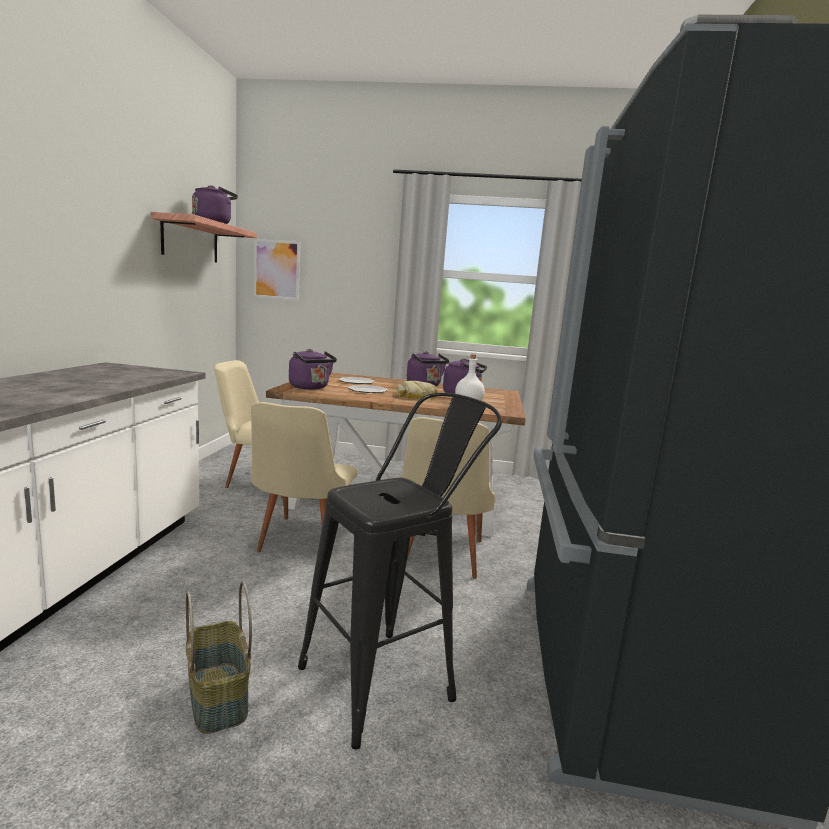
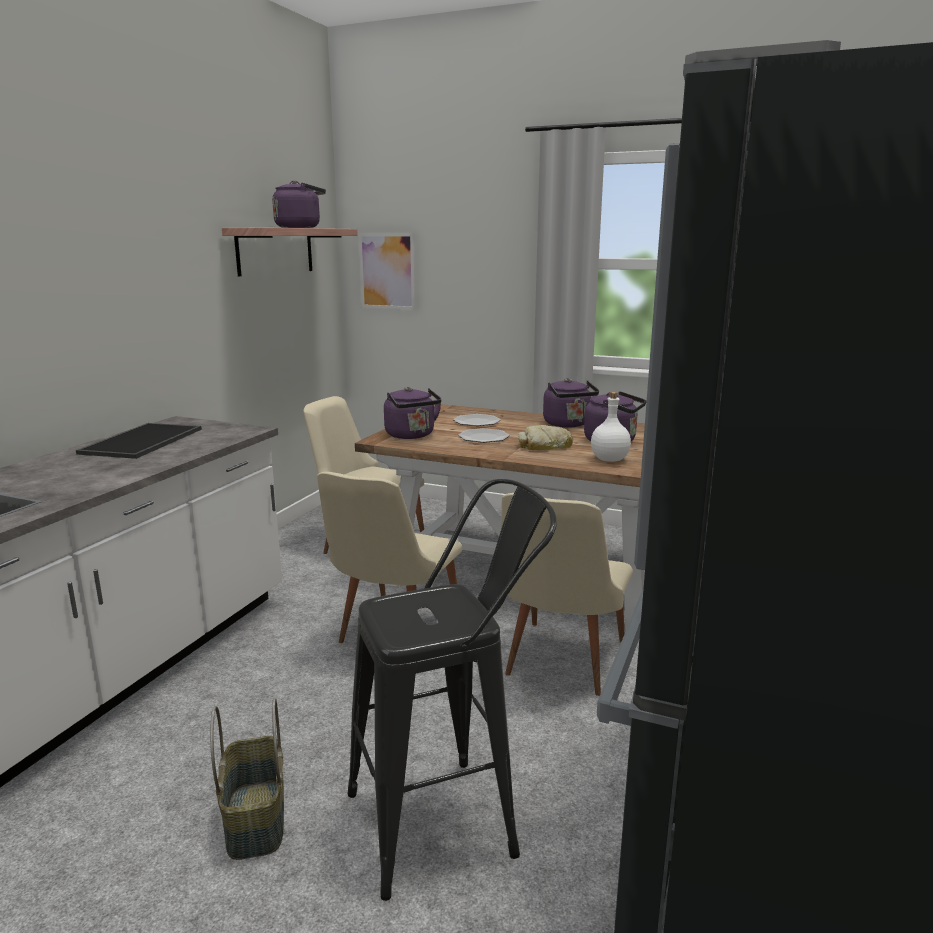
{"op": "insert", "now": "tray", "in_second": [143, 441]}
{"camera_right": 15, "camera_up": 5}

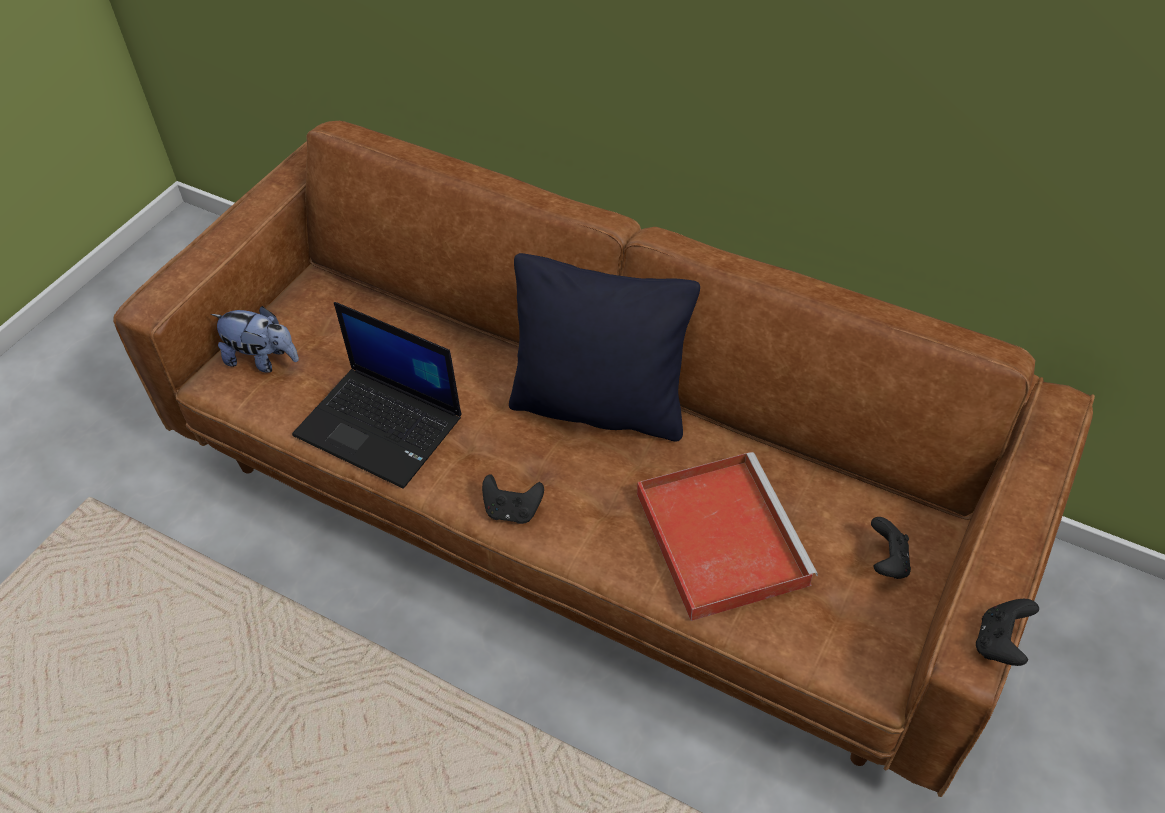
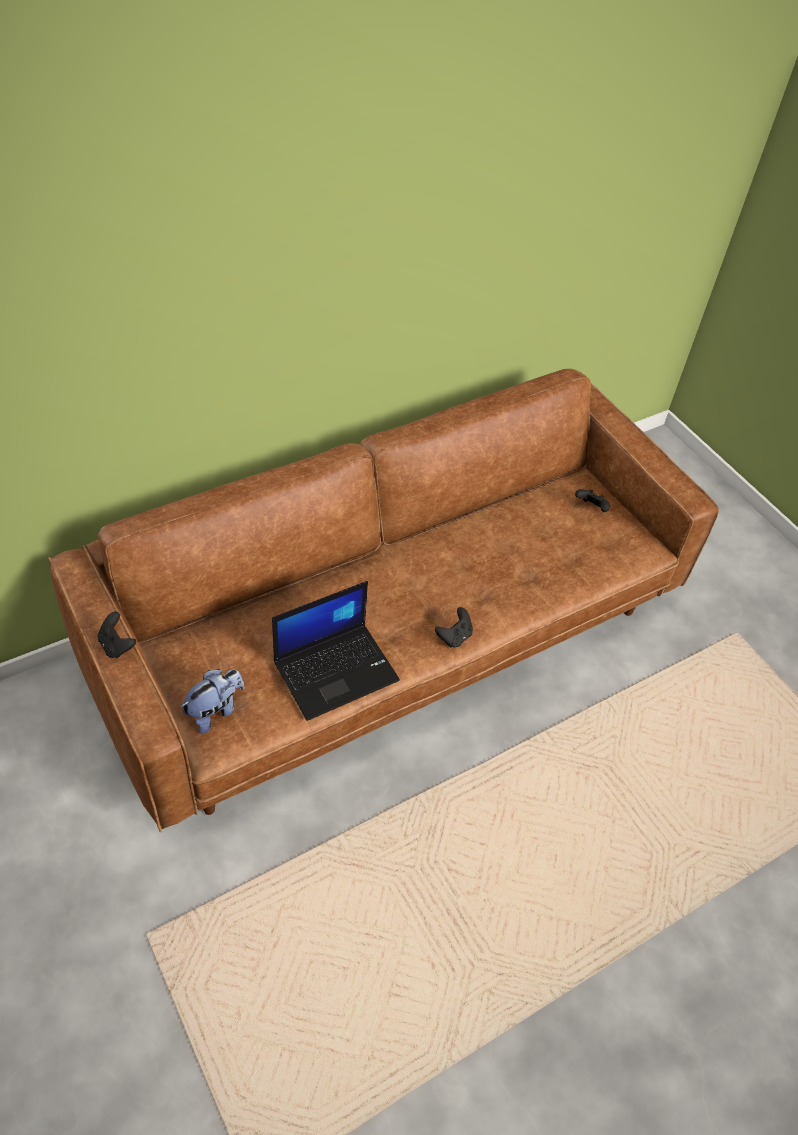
{"op": "move", "was": "black game controller", "in_first": [999, 643], "in_second": [117, 645]}
{"op": "delete", "was": "black pillow", "in_first": [600, 406]}
{"op": "delete", "was": "red tray", "in_first": [718, 535]}
{"camera_right": -65, "camera_up": 0}

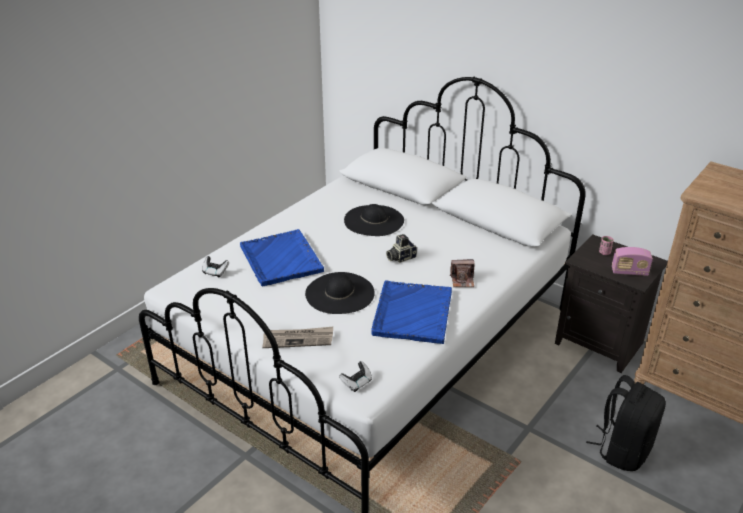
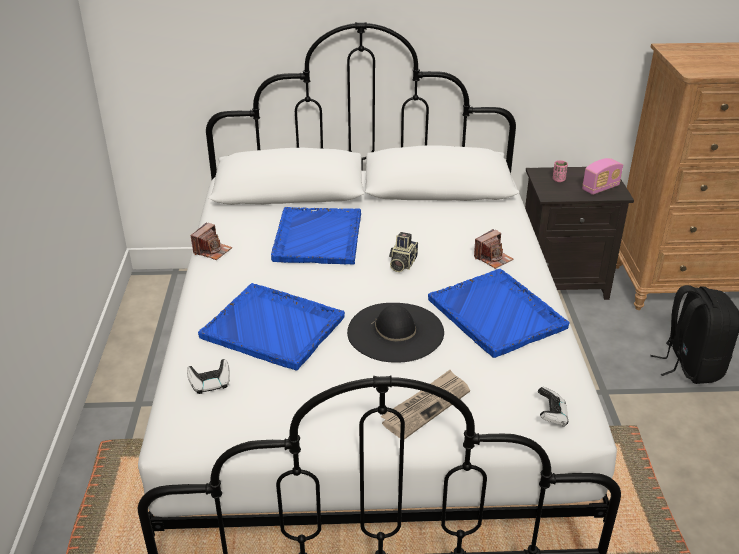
{"op": "insert", "now": "photo camera", "in_second": [212, 251]}
{"op": "replace", "was": "black hat", "now": "blue tray", "in_first": [374, 220], "in_second": [317, 238]}
{"camera_right": -40, "camera_up": 0}

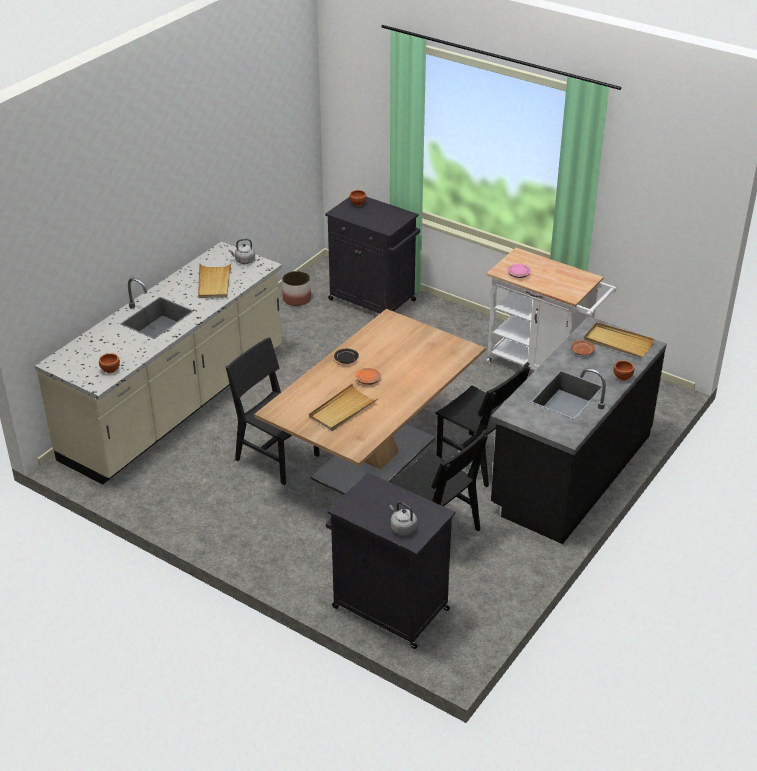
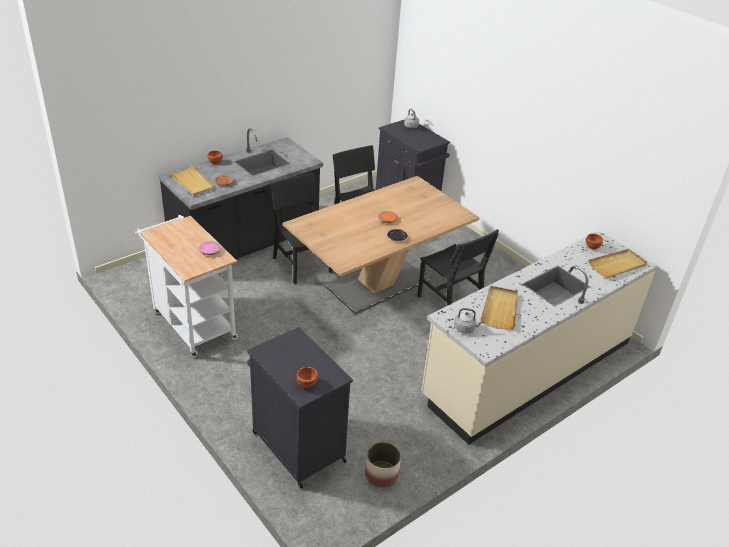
{"op": "move", "was": "beige tray", "in_first": [342, 410], "in_second": [617, 265]}
{"camera_right": -165, "camera_up": 0}

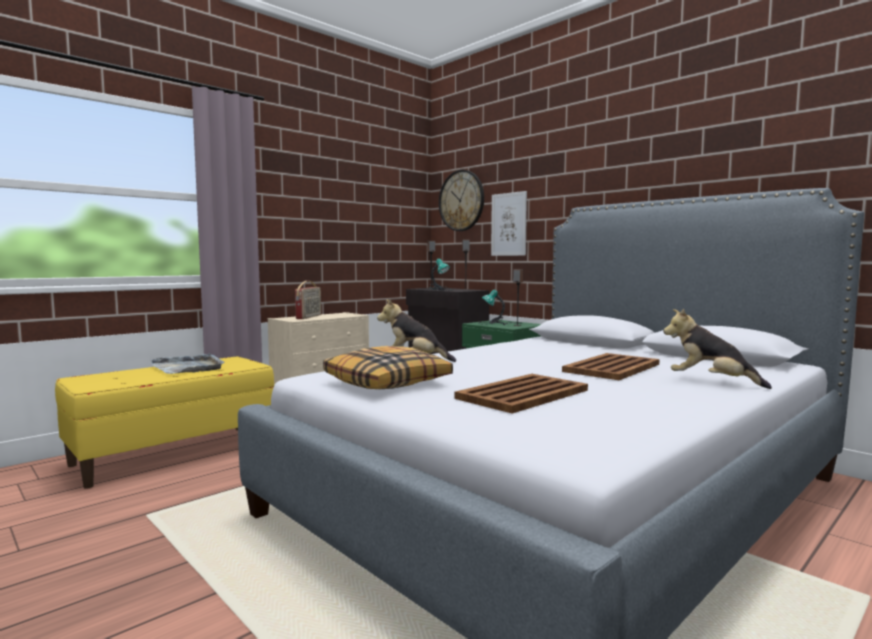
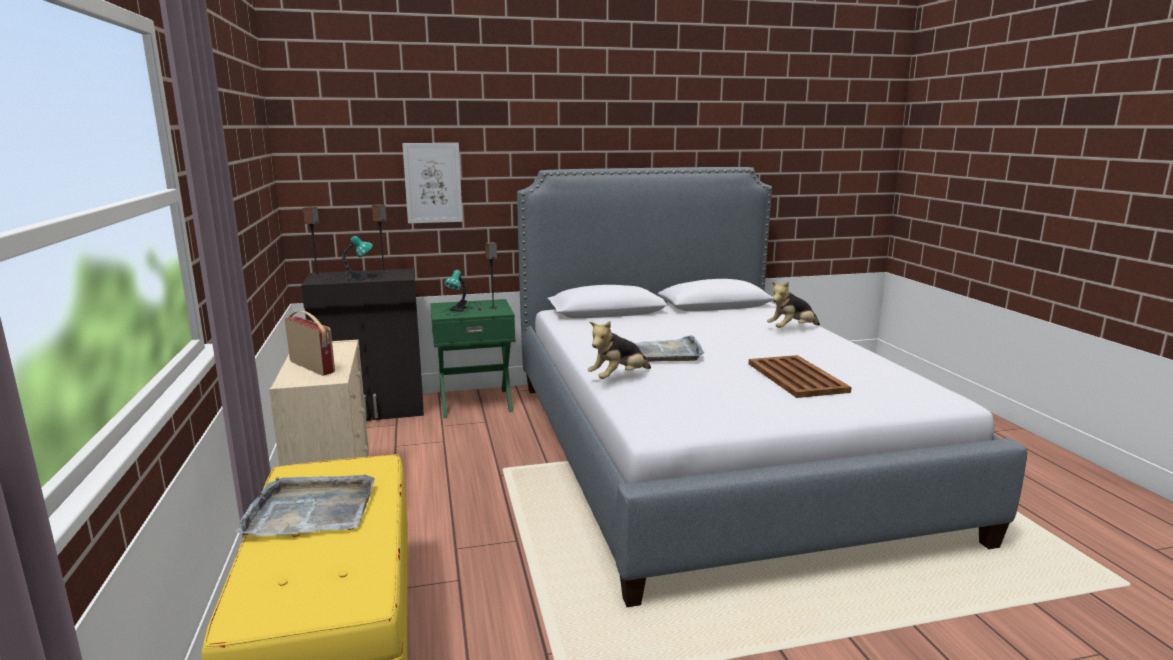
{"op": "insert", "now": "grey tray", "in_second": [664, 353]}
{"op": "delete", "was": "pillow", "in_first": [387, 382]}
{"op": "delete", "was": "wall clock", "in_first": [461, 200]}
{"op": "delete", "was": "brown tray", "in_first": [613, 368]}
{"camera_right": -60, "camera_up": 10}

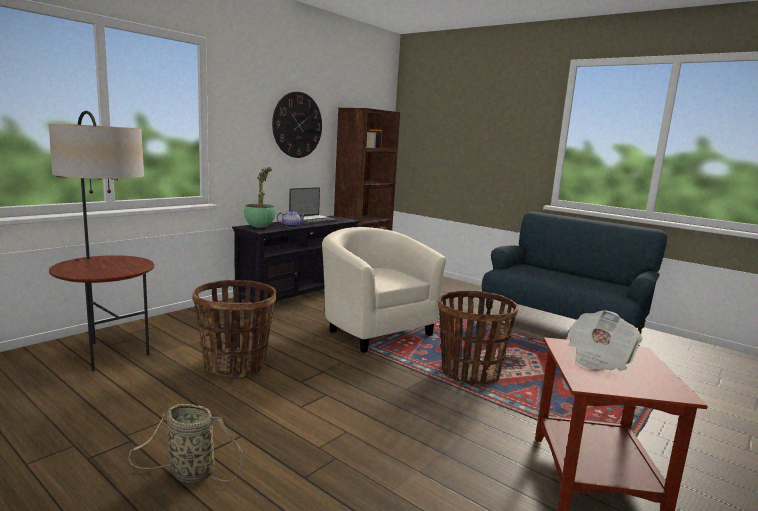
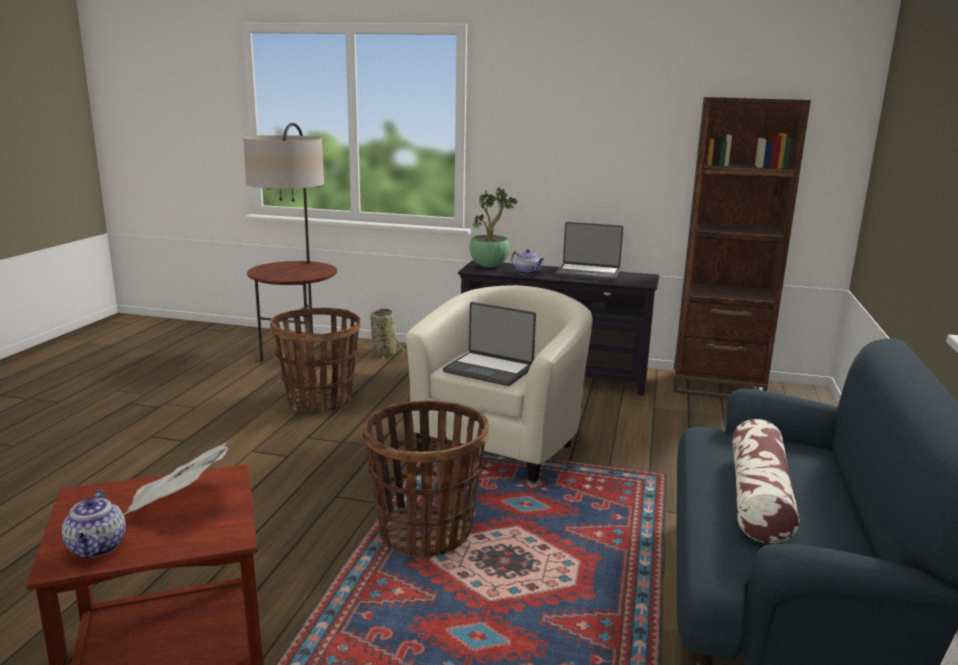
{"op": "insert", "now": "teapot", "in_second": [97, 548]}
{"op": "move", "was": "basket", "in_first": [189, 473], "in_second": [384, 352]}
{"op": "insert", "now": "laptop", "in_second": [489, 370]}
{"op": "insert", "now": "pillow", "in_second": [758, 497]}
{"op": "delete", "was": "wall clock", "in_first": [297, 125]}
{"camera_right": 65, "camera_up": 5}

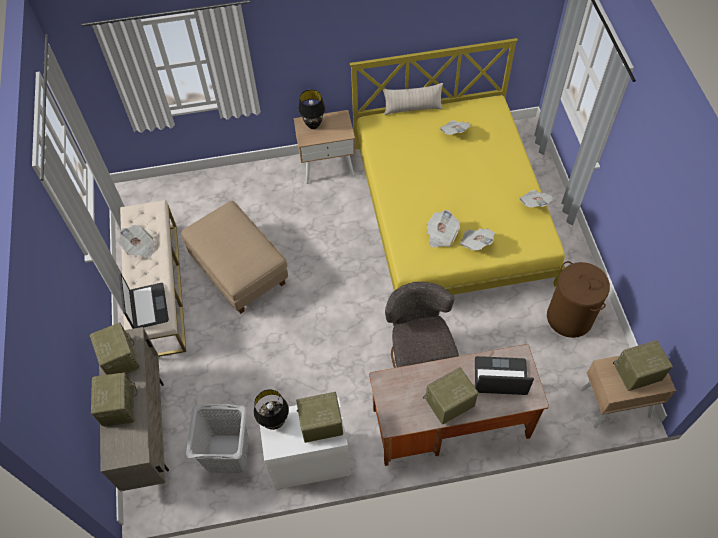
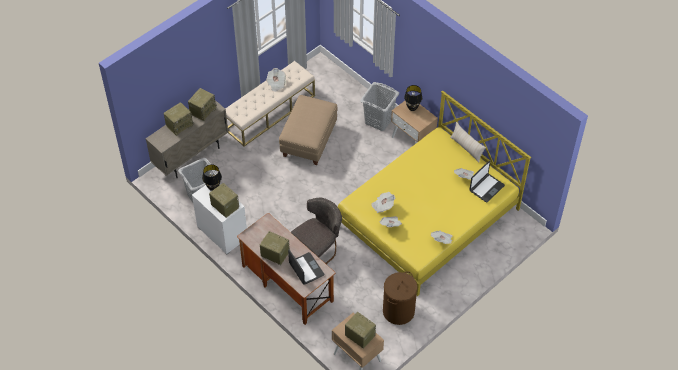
{"op": "insert", "now": "grey laundry basket", "in_second": [379, 120]}
{"op": "move", "was": "laptop", "in_first": [147, 306], "in_second": [486, 188]}
{"camera_right": 55, "camera_up": -5}

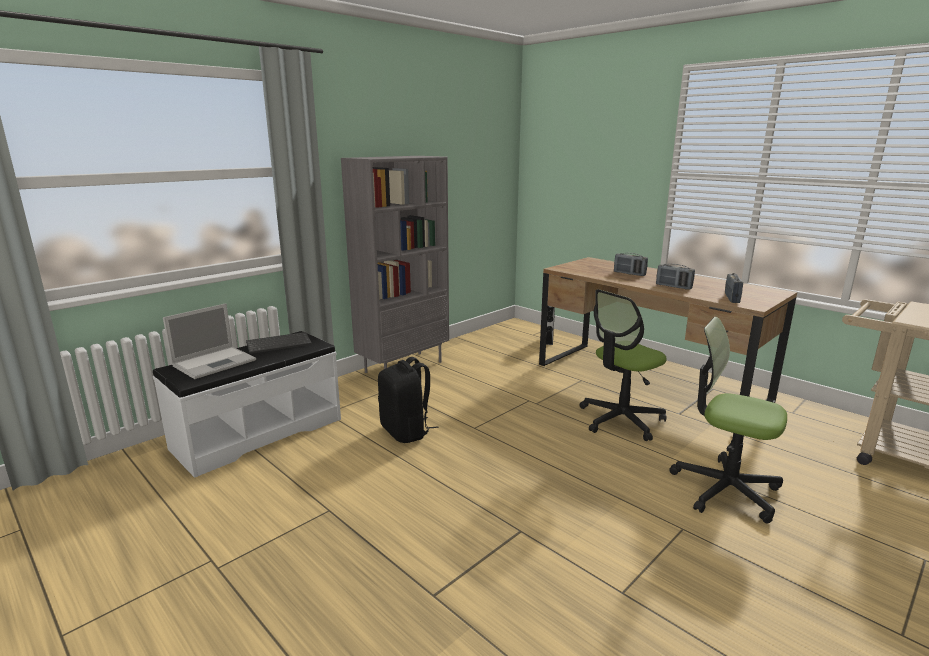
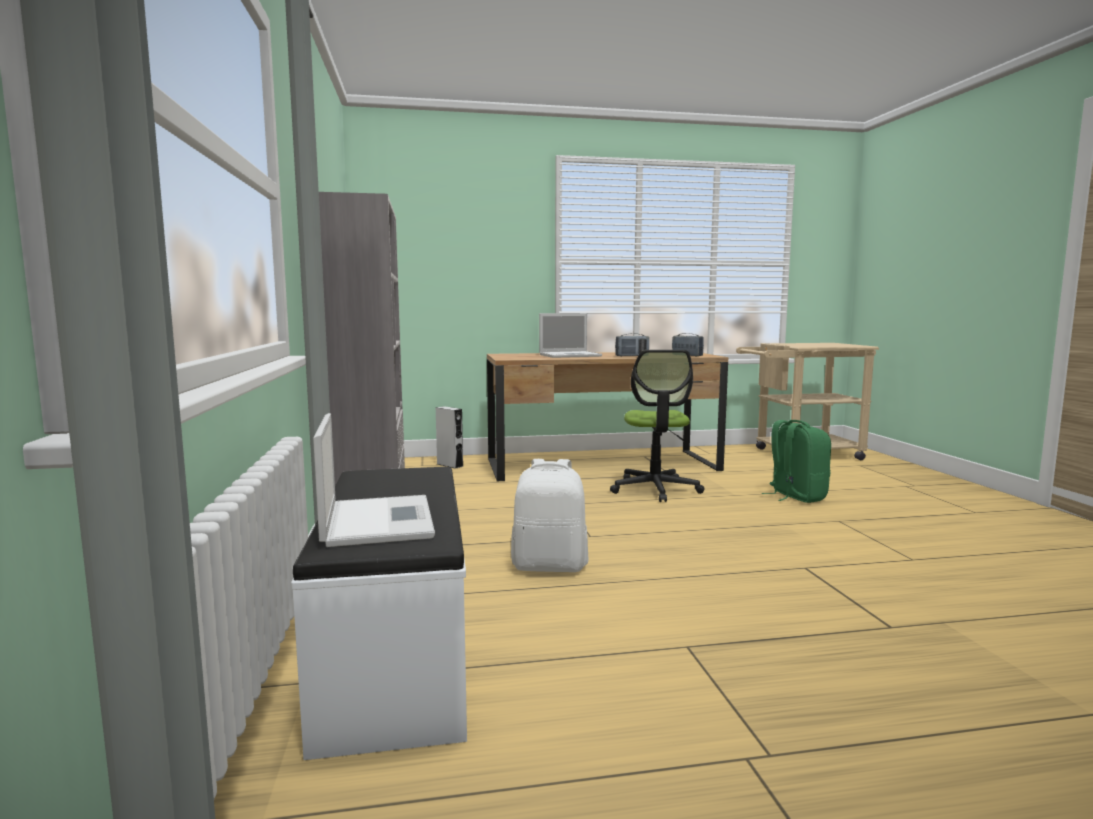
{"op": "recolor", "was": "black backpack", "now": "white backpack", "in_first": [406, 432], "in_second": [550, 566]}
{"op": "replace", "was": "radio", "now": "laptop", "in_first": [629, 274], "in_second": [571, 355]}
{"op": "replace", "was": "office chair", "now": "green backpack", "in_first": [725, 489], "in_second": [795, 496]}
{"op": "delete", "was": "keyboard", "in_first": [279, 344]}
{"camera_right": -55, "camera_up": -10}

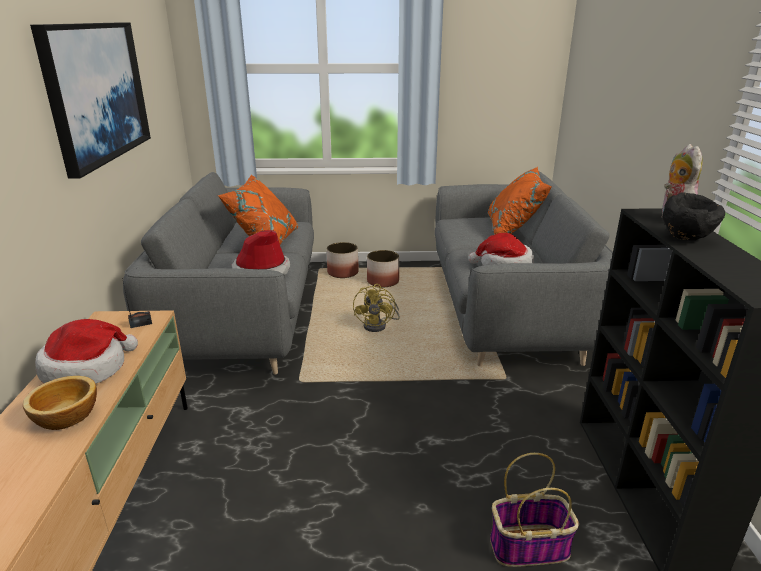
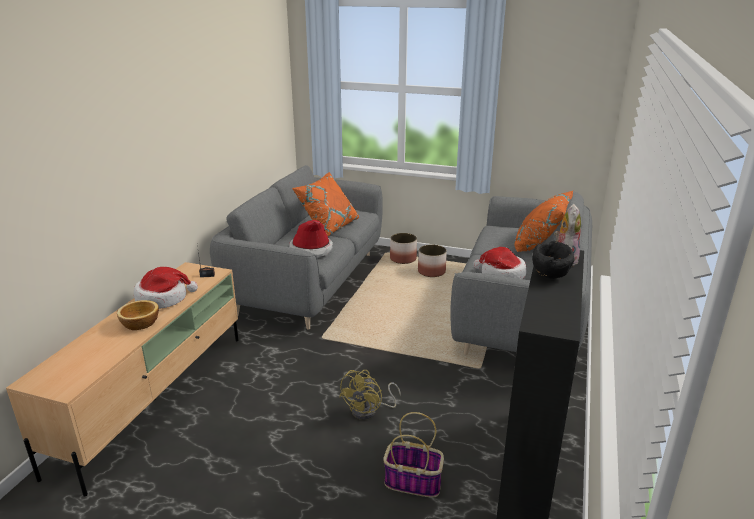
{"op": "move", "was": "yellow fan", "in_first": [379, 325], "in_second": [369, 411]}
{"op": "delete", "was": "picture", "in_first": [96, 92]}
{"camera_right": 20, "camera_up": 0}

